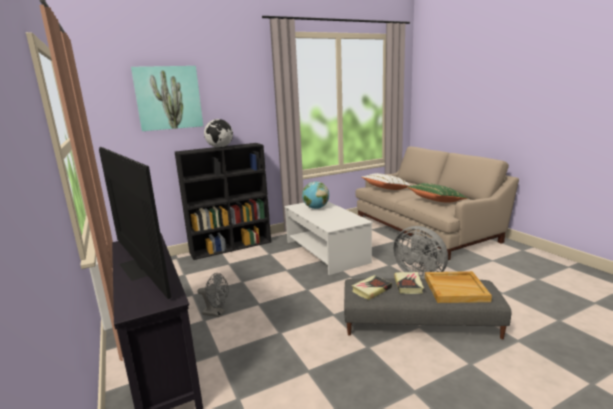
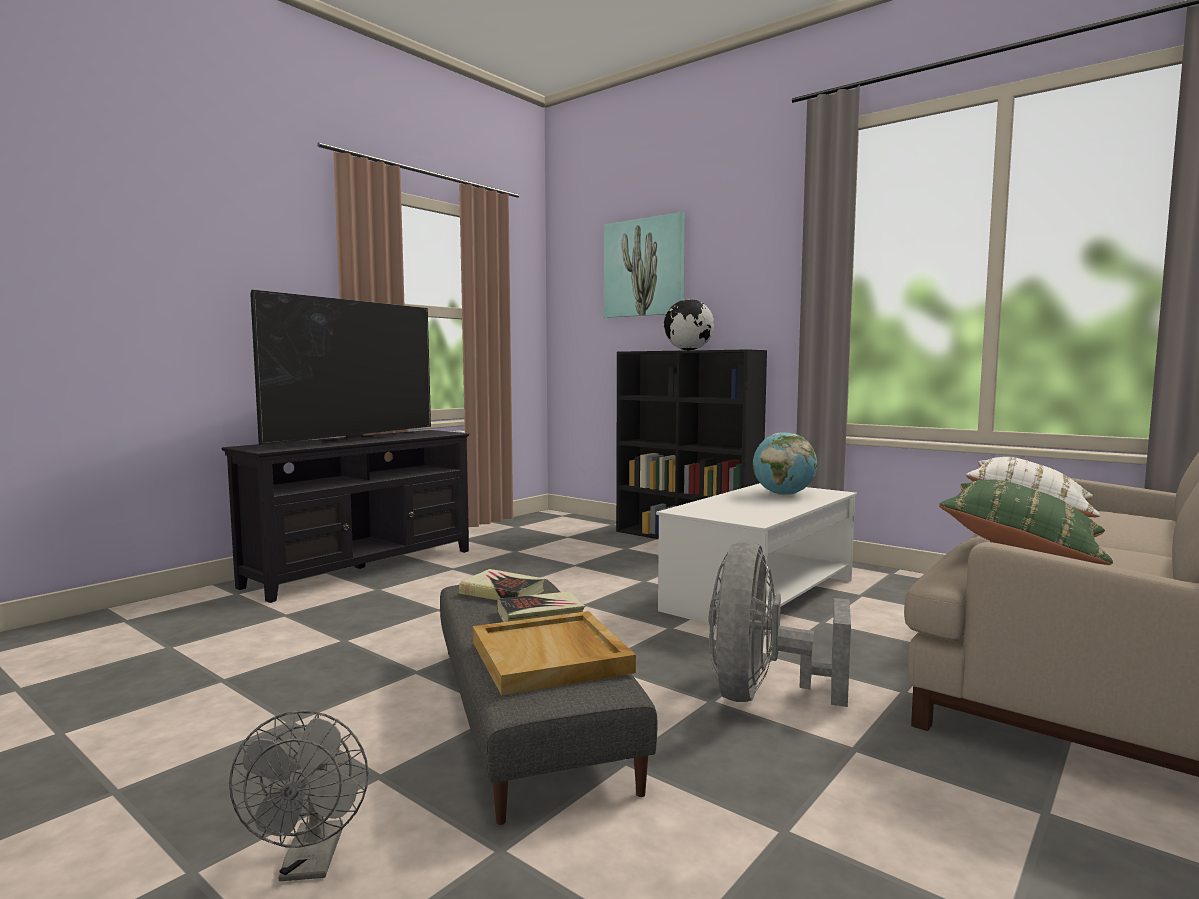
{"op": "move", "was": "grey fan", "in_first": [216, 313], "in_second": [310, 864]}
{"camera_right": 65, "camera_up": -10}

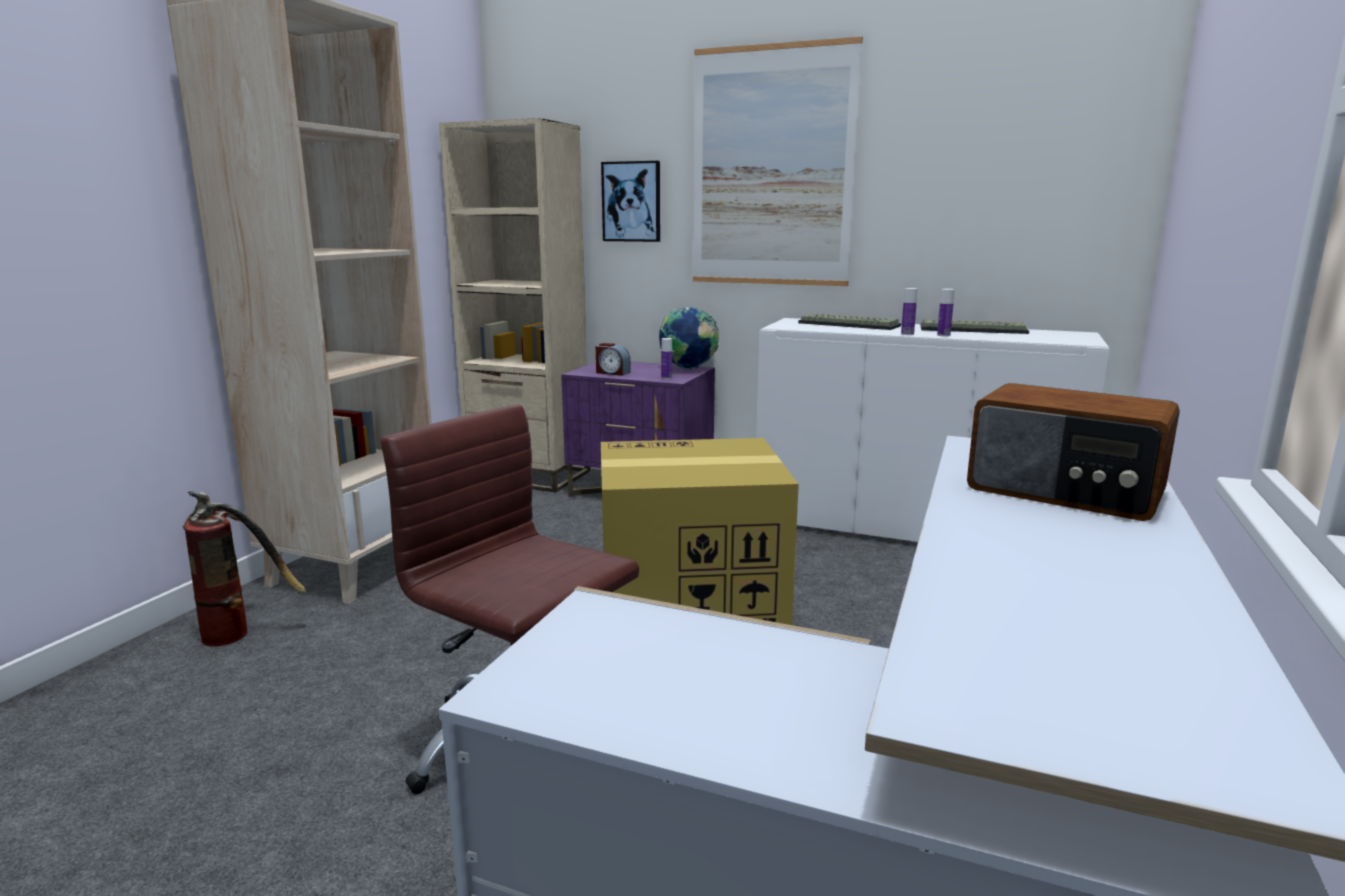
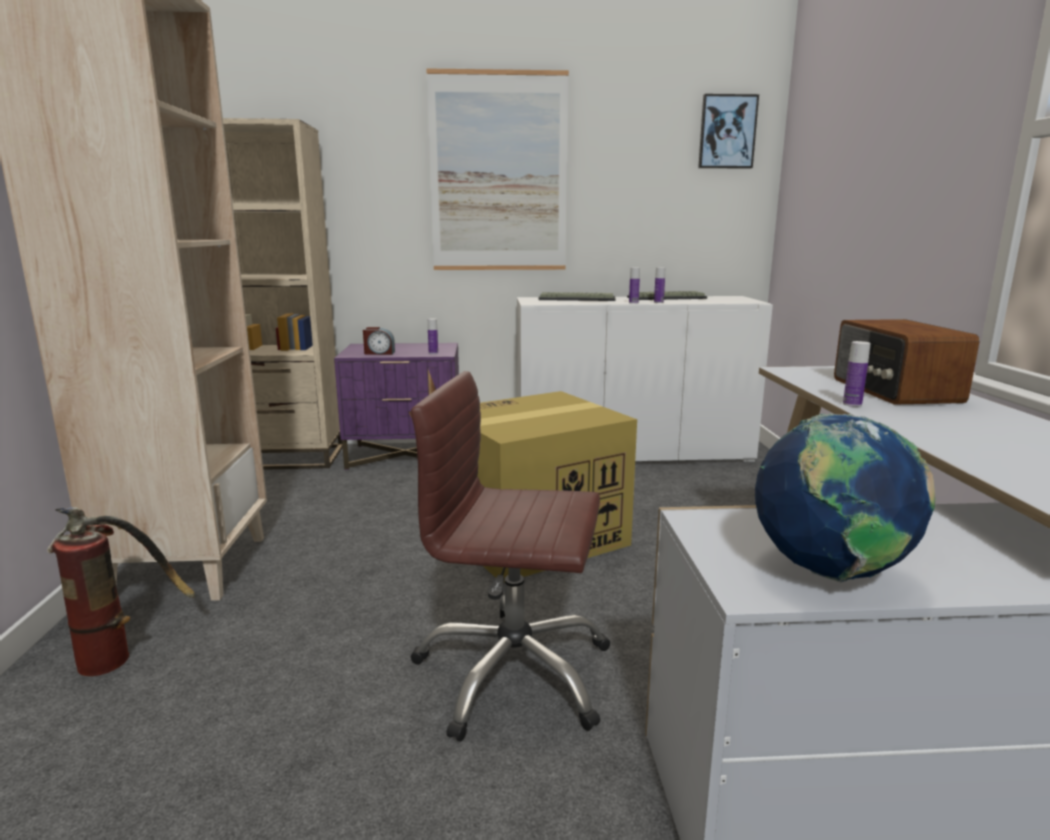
{"op": "move", "was": "picture", "in_first": [632, 201], "in_second": [727, 132]}
{"op": "move", "was": "globe", "in_first": [688, 369], "in_second": [830, 573]}
{"op": "rotate", "was": "radio", "in_first": [1065, 492], "in_second": [893, 391], "clockwise": 75}
{"op": "insert", "now": "bottle", "in_second": [852, 404]}
{"camera_right": -25, "camera_up": 0}

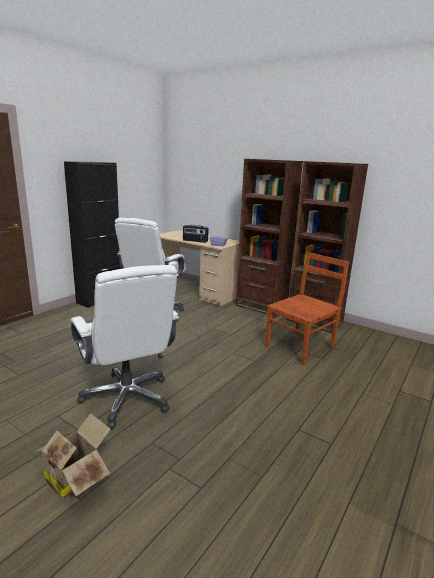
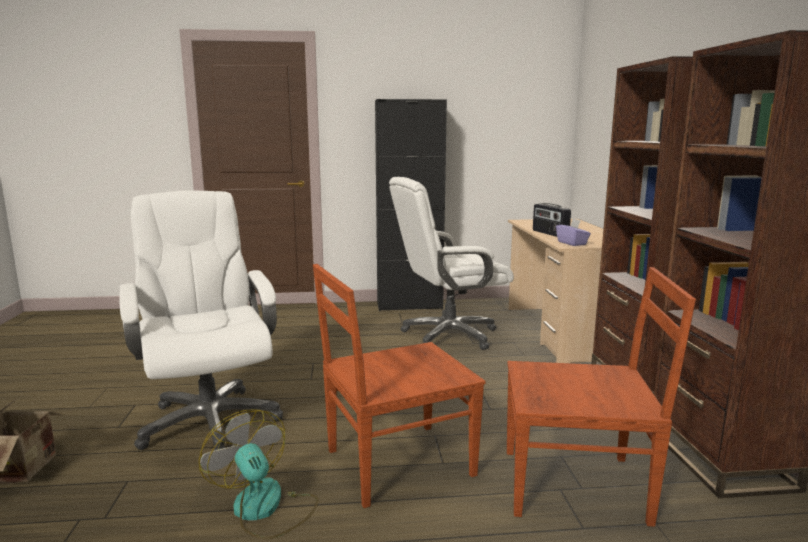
{"op": "rotate", "was": "white office chair", "in_first": [127, 398], "in_second": [209, 422], "clockwise": 135}
{"op": "insert", "now": "fan", "in_second": [265, 509]}
{"op": "insert", "now": "brown chair", "in_second": [396, 463]}
{"camera_right": 50, "camera_up": -5}

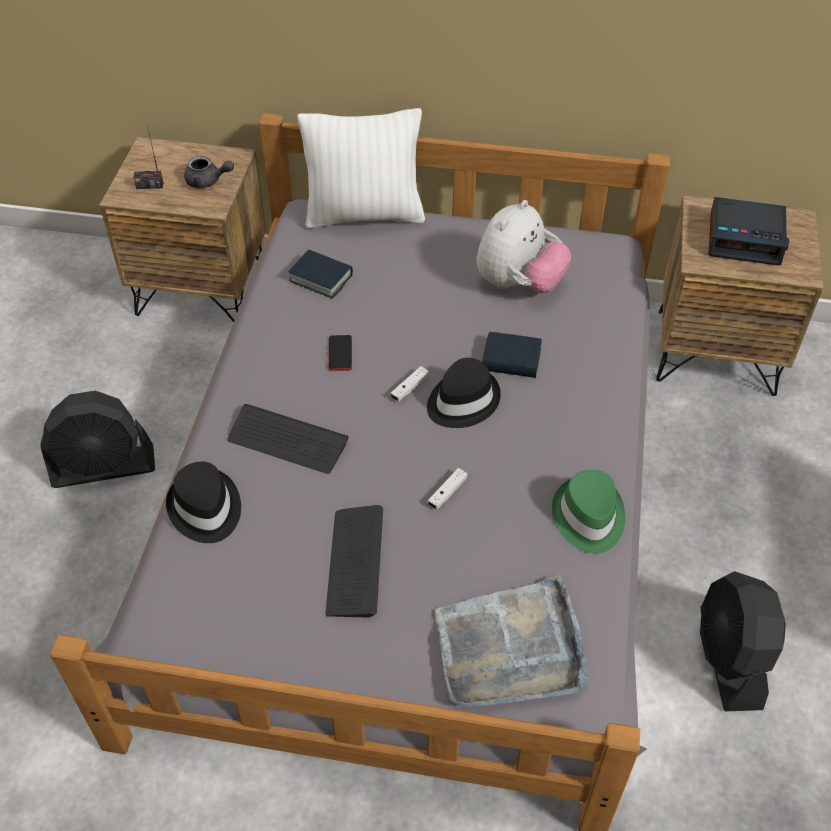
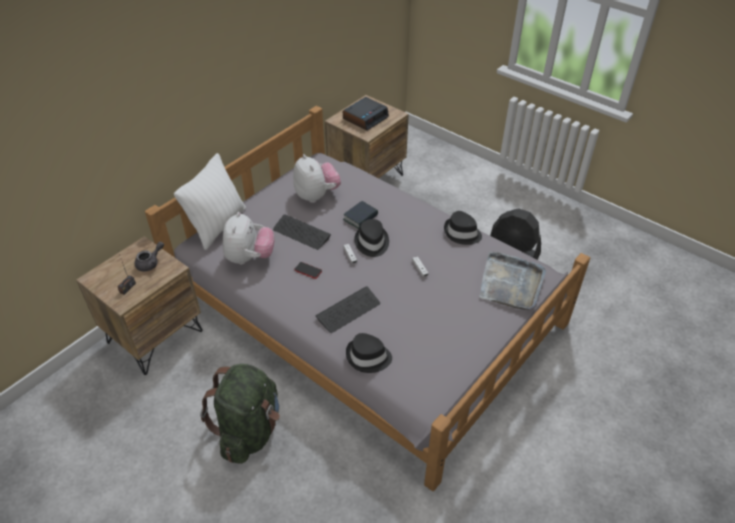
{"op": "replace", "was": "black fan", "now": "green backpack", "in_first": [104, 467], "in_second": [249, 430]}
{"op": "replace", "was": "book", "now": "plush toy", "in_first": [321, 278], "in_second": [250, 258]}
{"op": "move", "was": "keyboard", "in_first": [355, 562], "in_second": [301, 233]}
{"op": "recolor", "was": "green hat", "now": "black hat", "in_first": [588, 517], "in_second": [462, 233]}
{"camera_right": -60, "camera_up": -5}

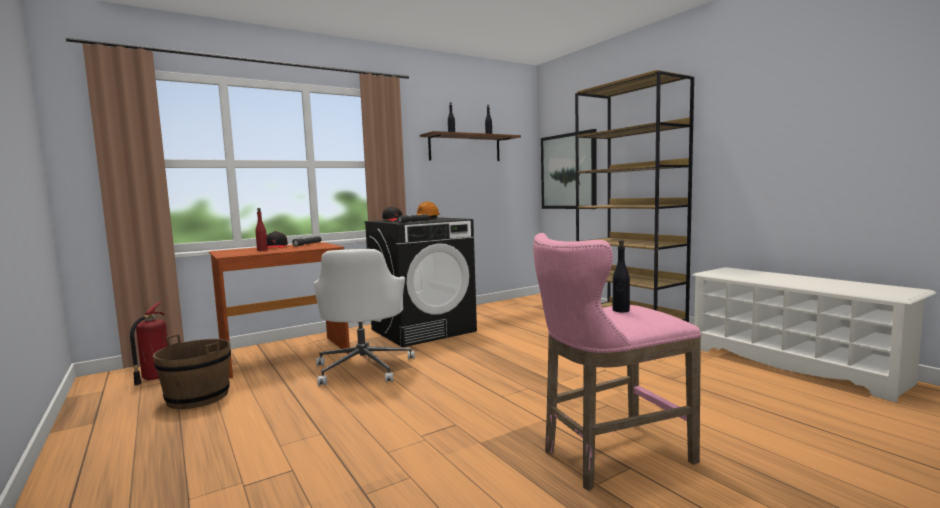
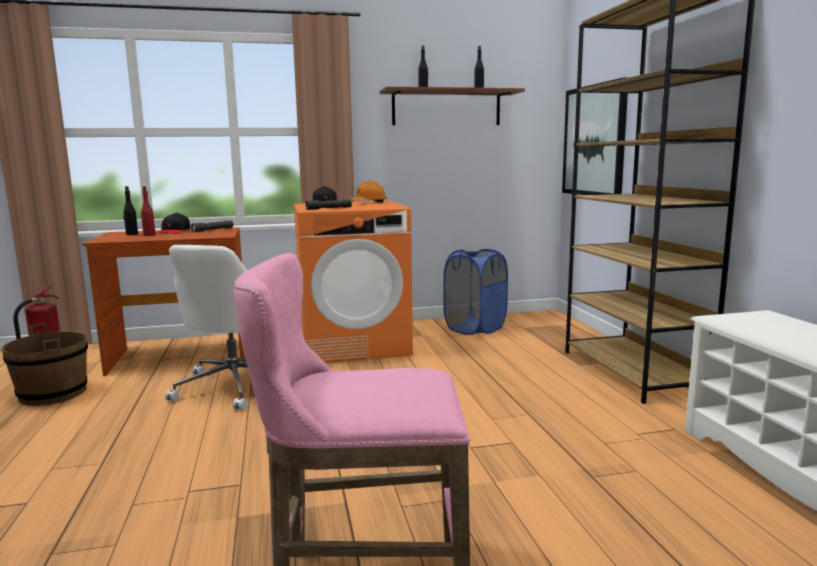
{"op": "move", "was": "black bottle", "in_first": [620, 310], "in_second": [131, 234]}
{"op": "recolor", "was": "black washing machine", "now": "orange washing machine", "in_first": [423, 330], "in_second": [354, 345]}
{"op": "insert", "now": "blue laundry basket", "in_second": [475, 328]}
{"camera_right": 20, "camera_up": 5}

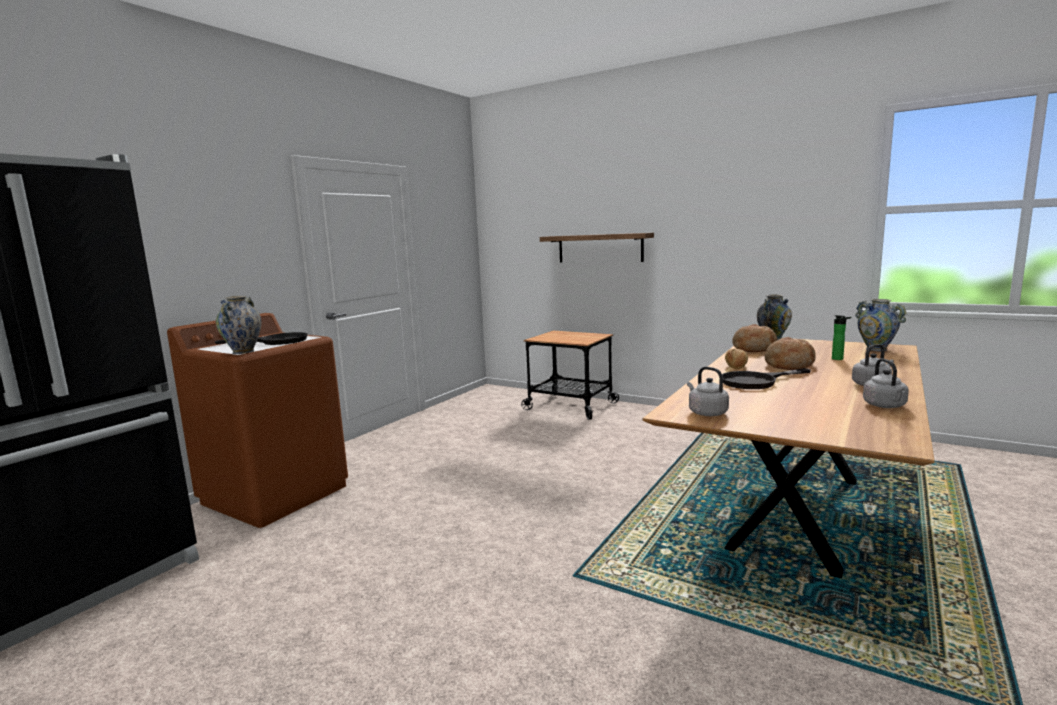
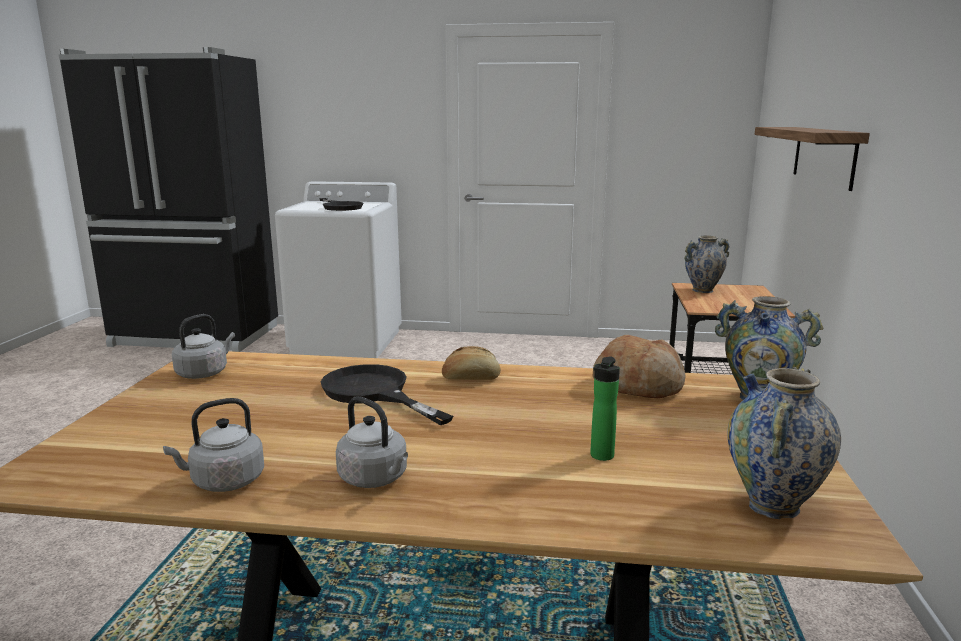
{"op": "recolor", "was": "brown washing machine", "now": "white washing machine", "in_first": [276, 494], "in_second": [347, 342]}
{"op": "move", "was": "vase", "in_first": [243, 352], "in_second": [702, 290]}
{"op": "delete", "was": "bread", "in_first": [788, 365]}
{"camera_right": 65, "camera_up": 5}

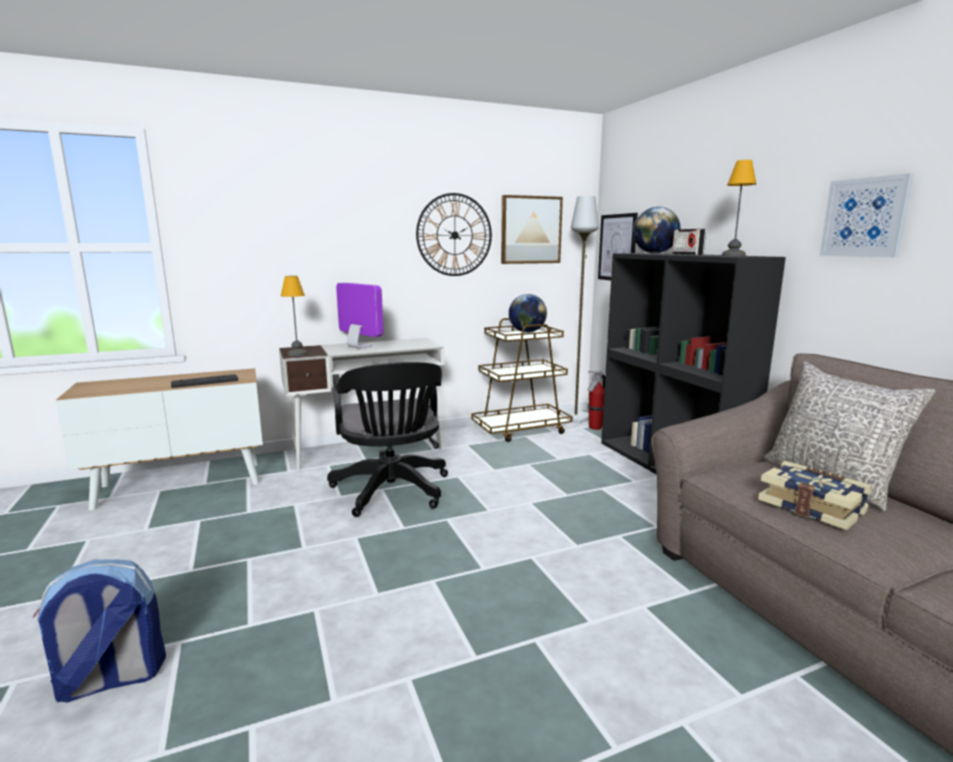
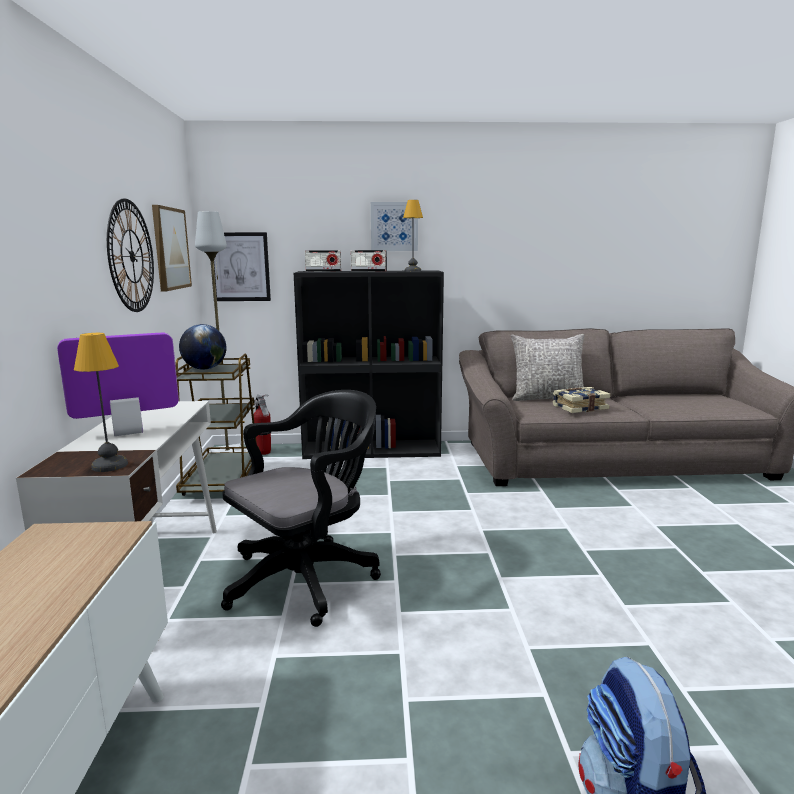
{"op": "rotate", "was": "black office chair", "in_first": [392, 492], "in_second": [307, 577], "clockwise": -45}
{"op": "replace", "was": "globe", "now": "radio", "in_first": [654, 253], "in_second": [323, 271]}
{"op": "move", "was": "picture", "in_first": [865, 217], "in_second": [394, 226]}
{"op": "delete", "was": "keyboard", "in_first": [205, 382]}
{"camera_right": -70, "camera_up": 0}

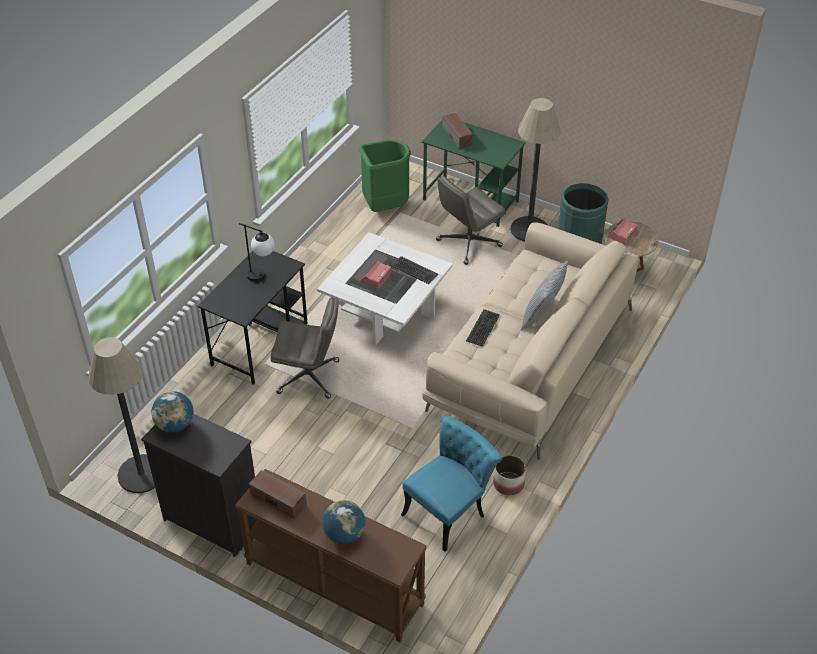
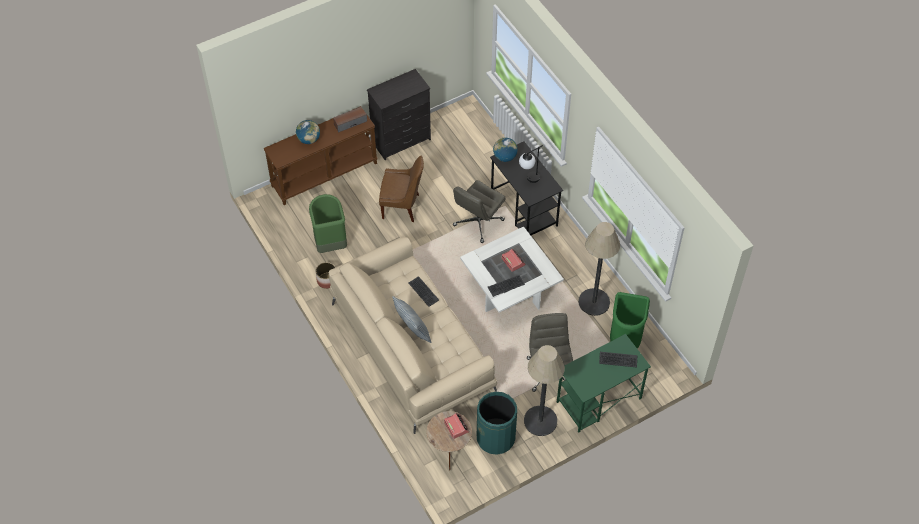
{"op": "replace", "was": "turquoise chair", "now": "green trash can", "in_first": [450, 511], "in_second": [330, 244]}
{"op": "insert", "now": "brown chair", "in_second": [402, 206]}
{"op": "move", "was": "globe", "in_first": [175, 425], "in_second": [505, 157]}
{"op": "move", "was": "floor lamp", "in_first": [141, 474], "in_second": [594, 302]}
{"op": "replace", "was": "speaker", "now": "keyboard", "in_first": [457, 136], "in_second": [618, 360]}
{"camera_right": 120, "camera_up": 10}

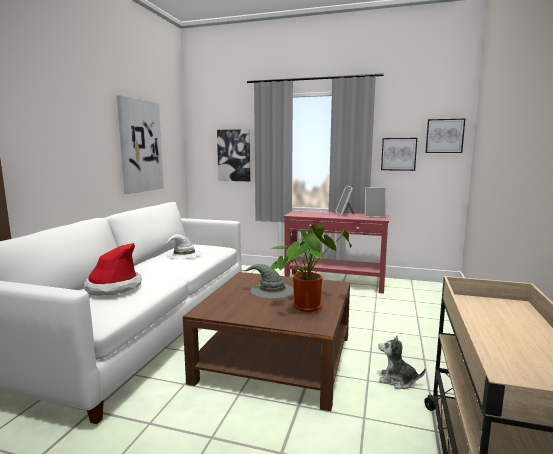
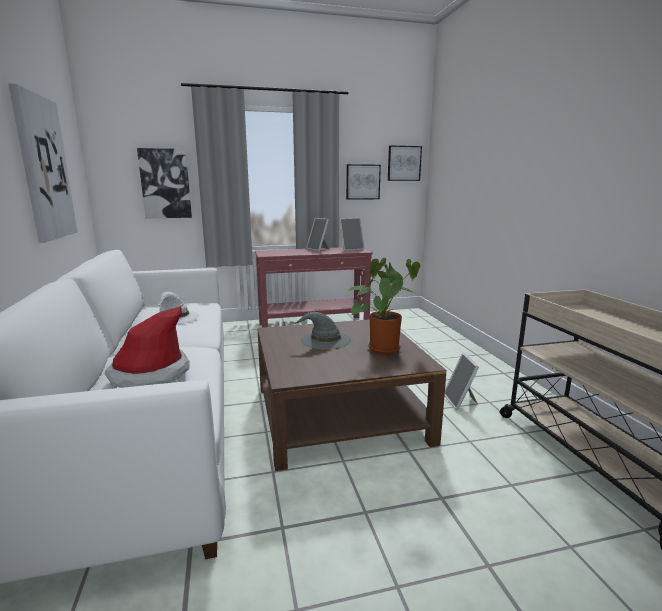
{"op": "replace", "was": "plush toy", "now": "picture frame", "in_first": [397, 380], "in_second": [460, 402]}
{"camera_right": -30, "camera_up": 5}

